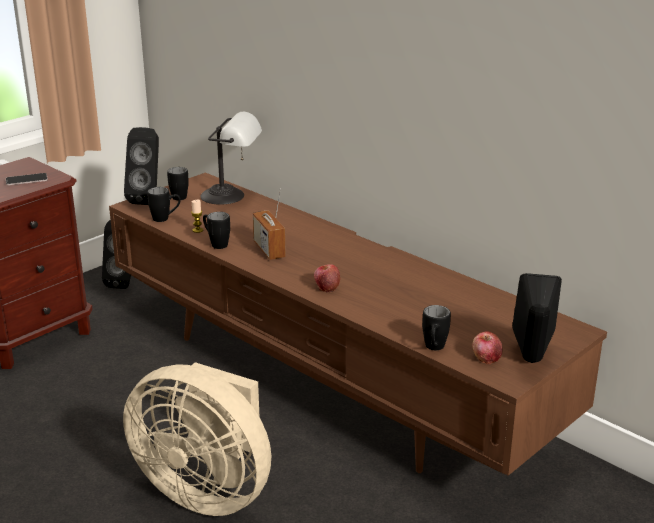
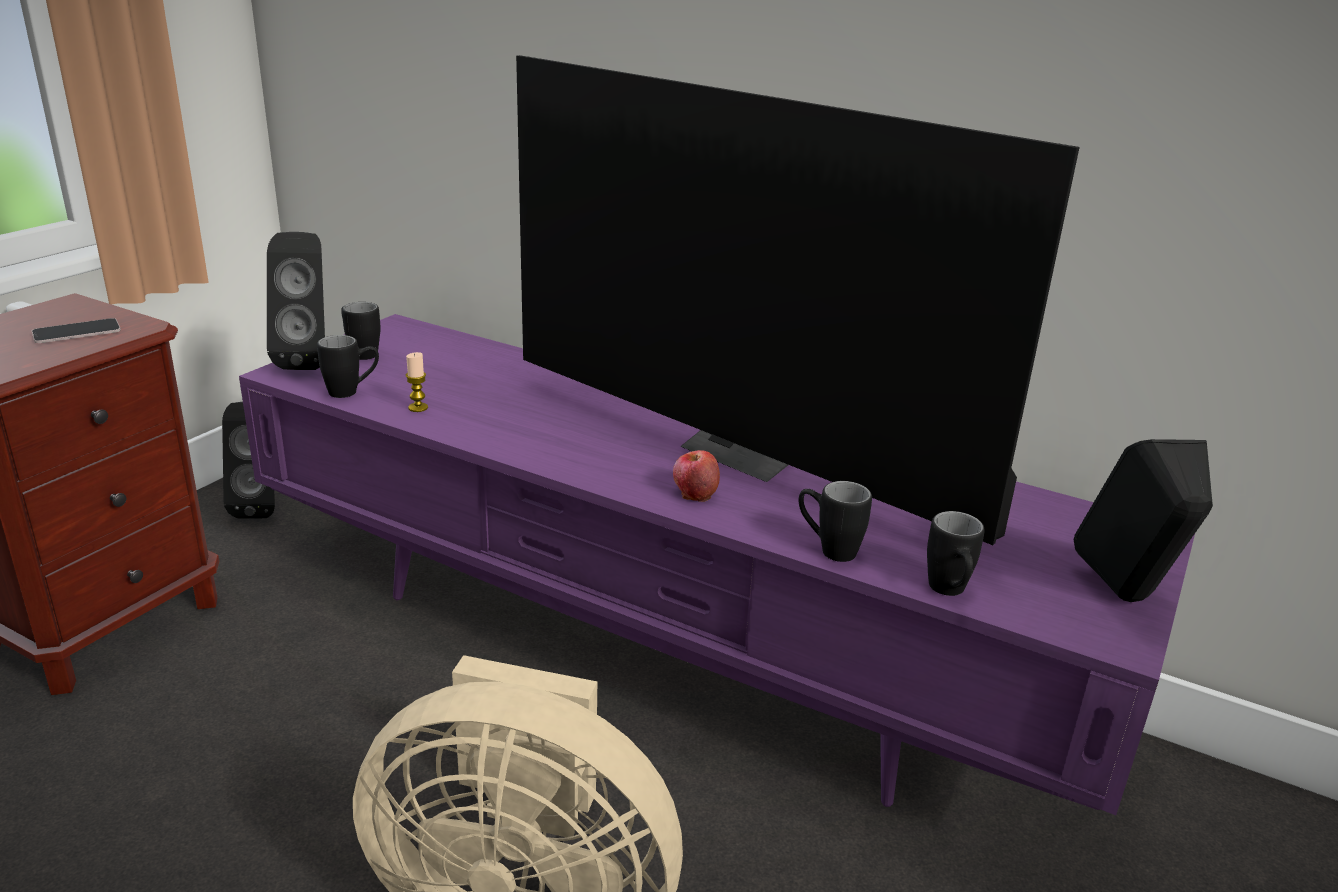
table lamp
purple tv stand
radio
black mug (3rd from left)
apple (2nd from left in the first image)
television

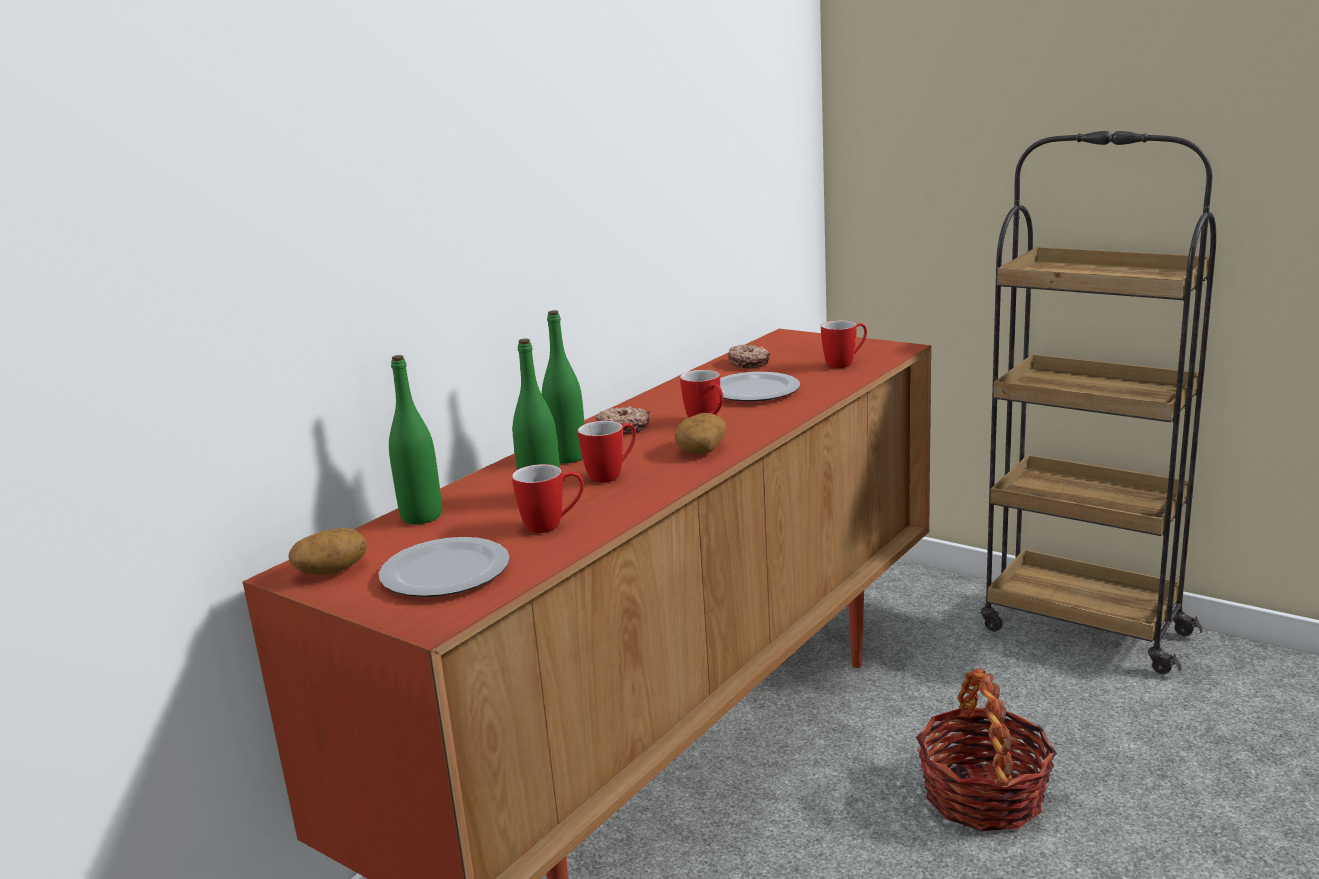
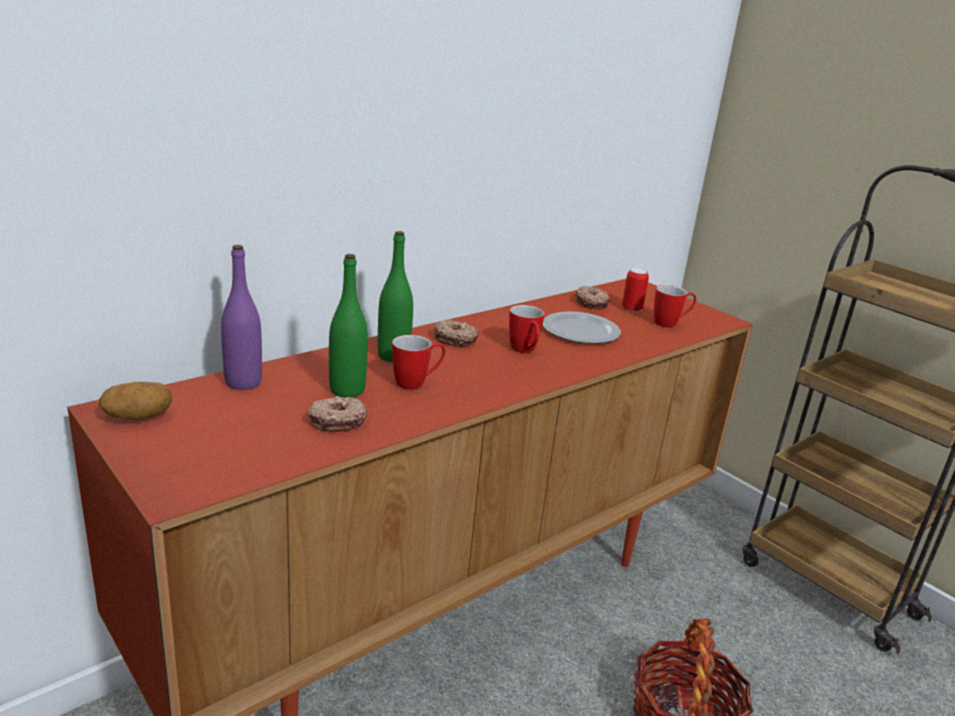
purple bottle
potato (2nd from left in the first image)
donut (1st from left)
plate (1st from left in the first image)
can

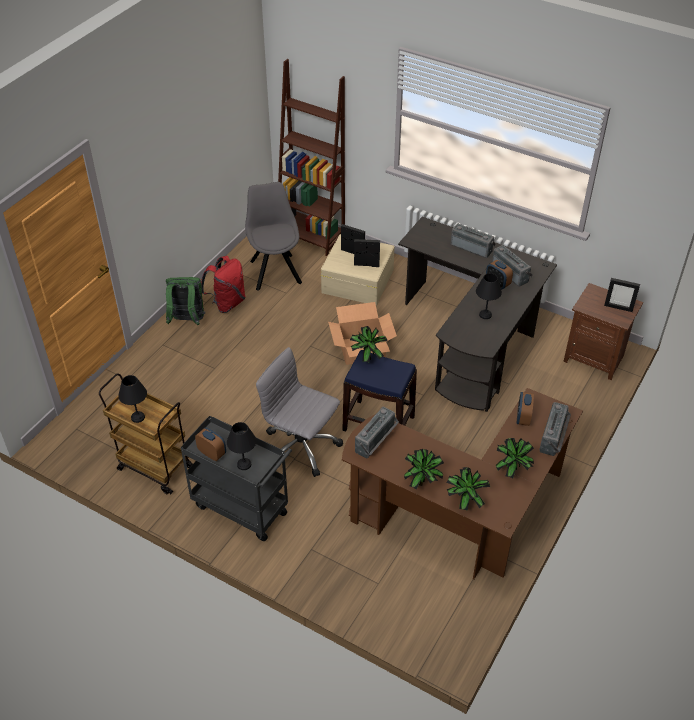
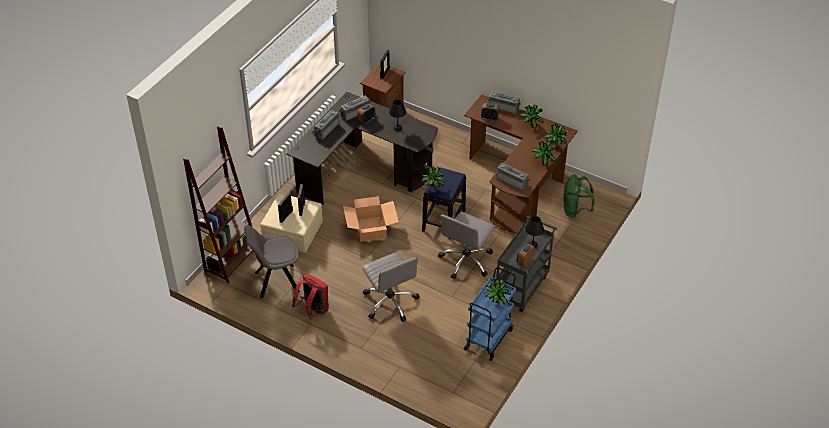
green backpack
blue cart
potted plant (2nd from left)
grey office chair (1st from left)

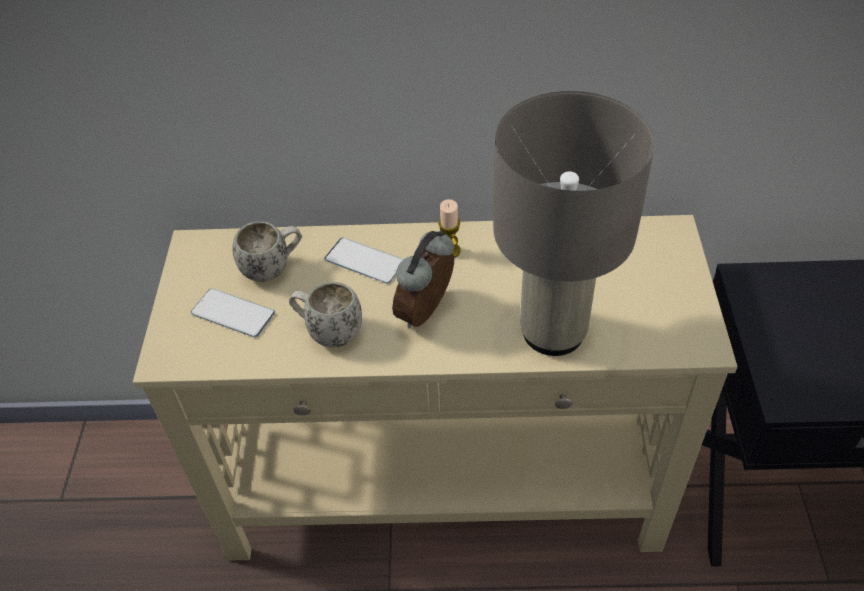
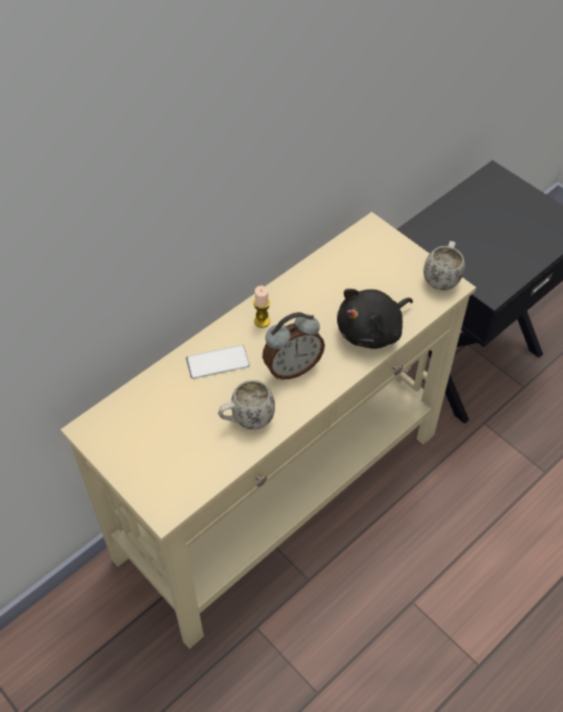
black plush toy
white mug (2nd from left)
alarm clock
phone (1st from left in the first image)

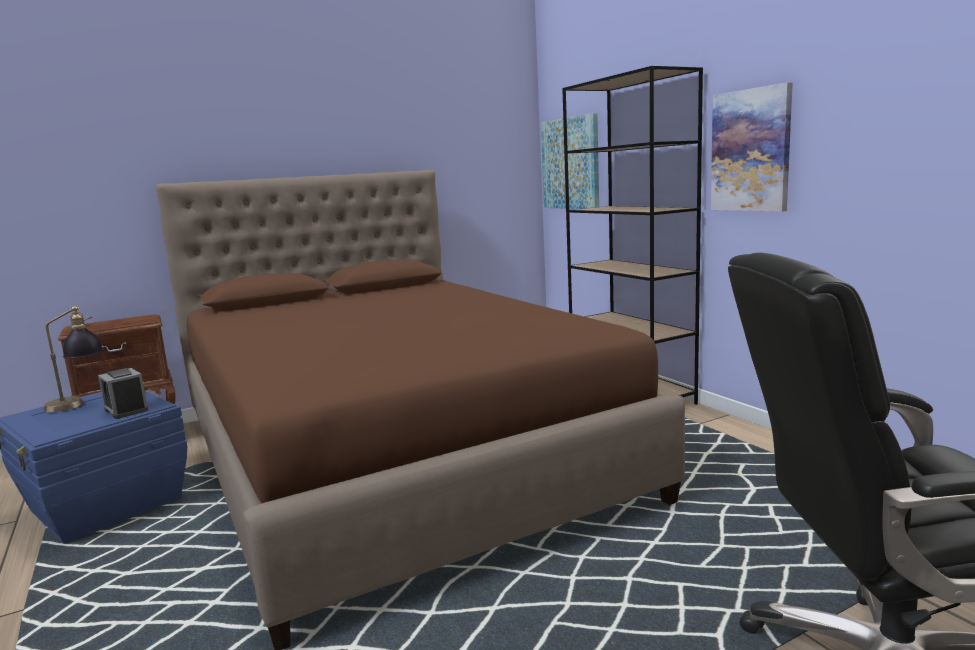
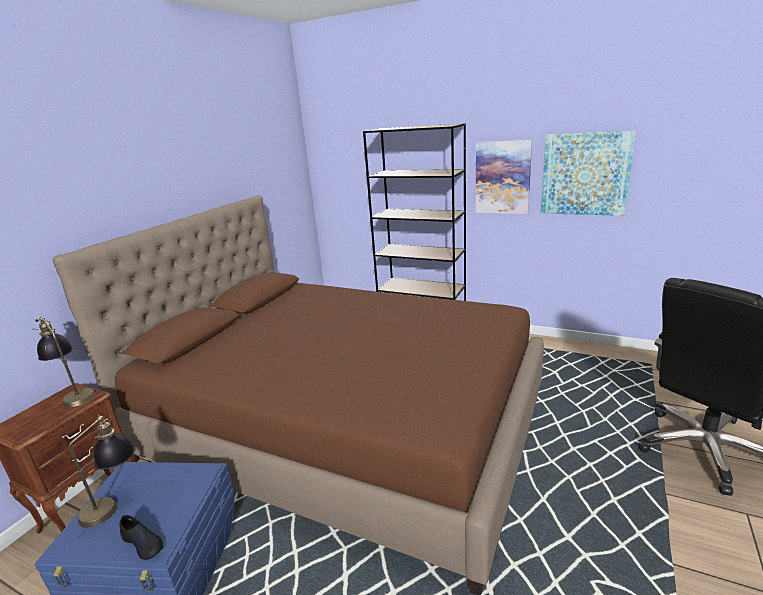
picture (2nd from left)
alarm clock
table lamp (1st from left)
black shoe

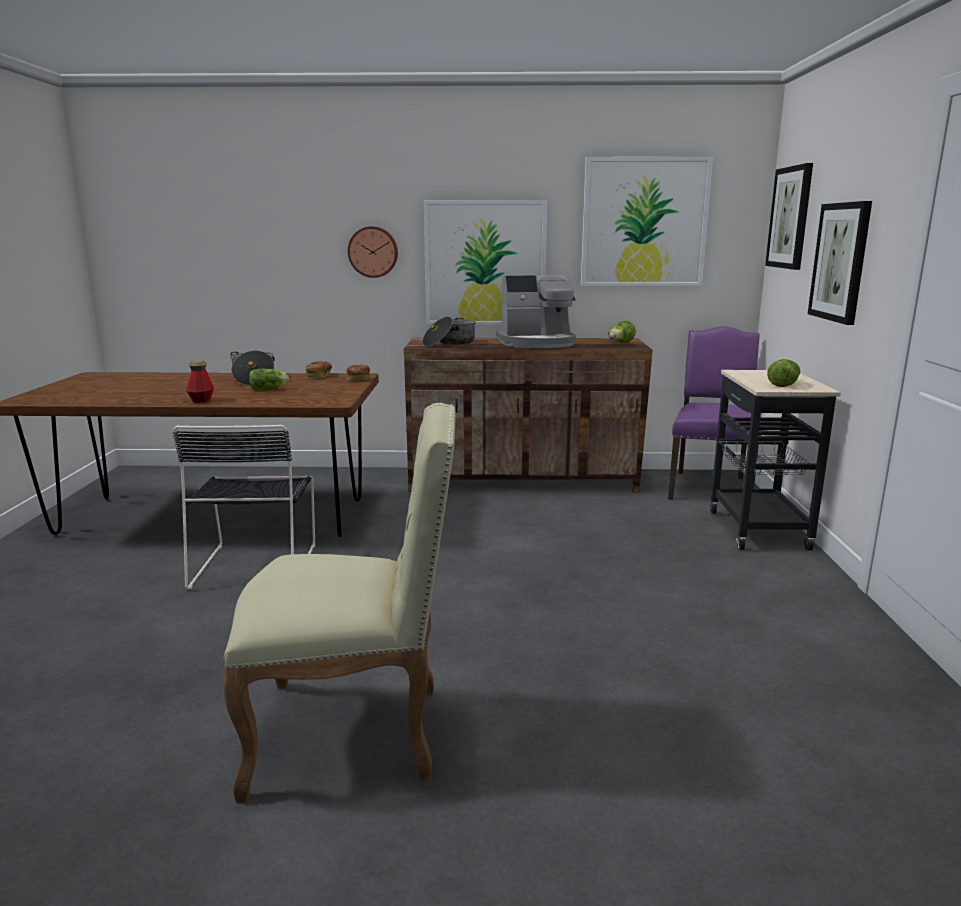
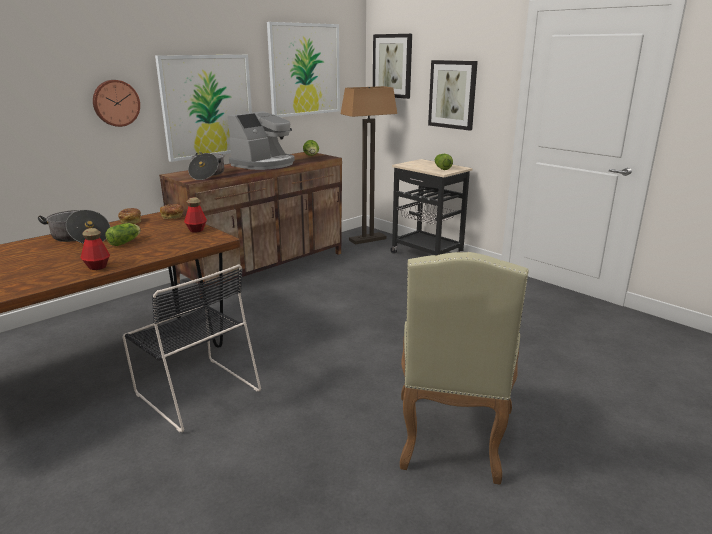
floor lamp
beige chair
bottle (2nd from left)

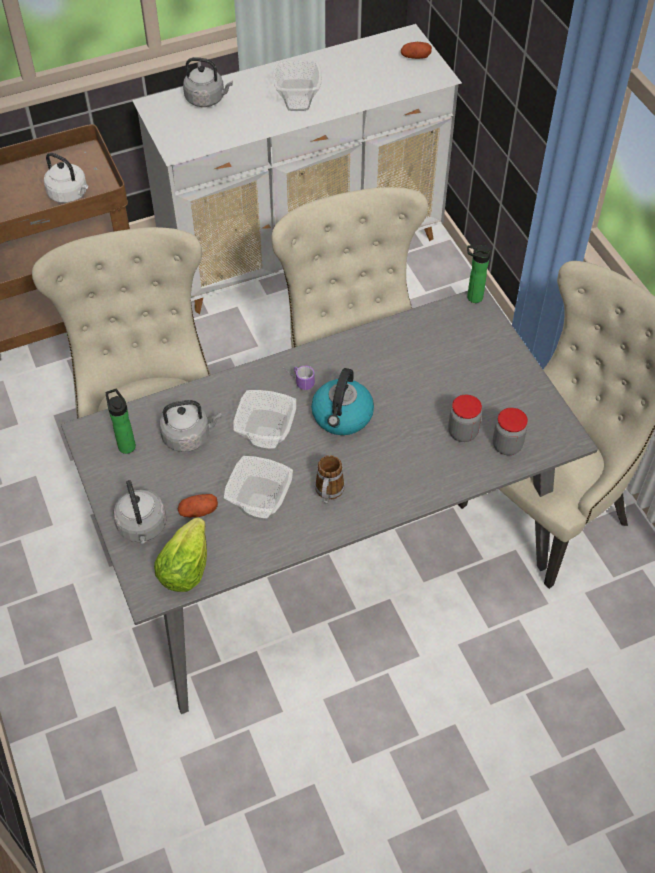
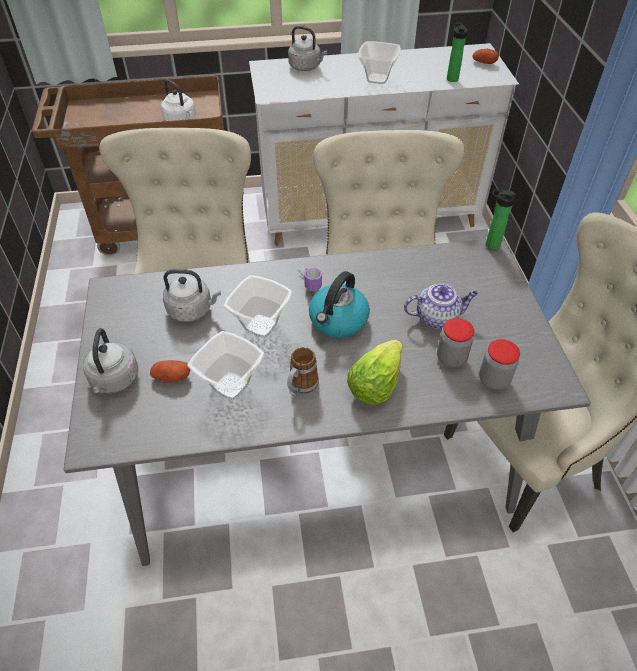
bottle (1st from left)
lettuce
teapot

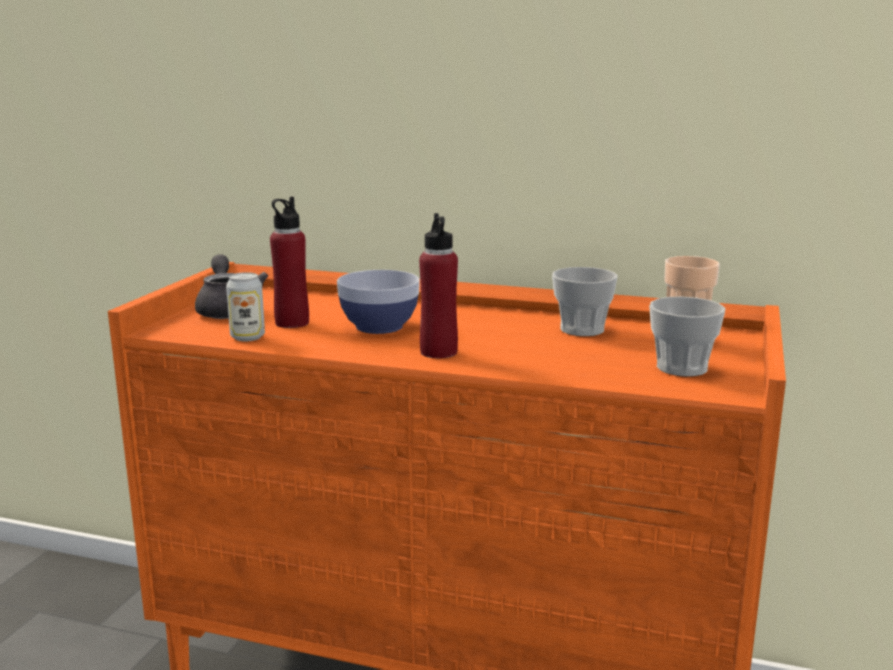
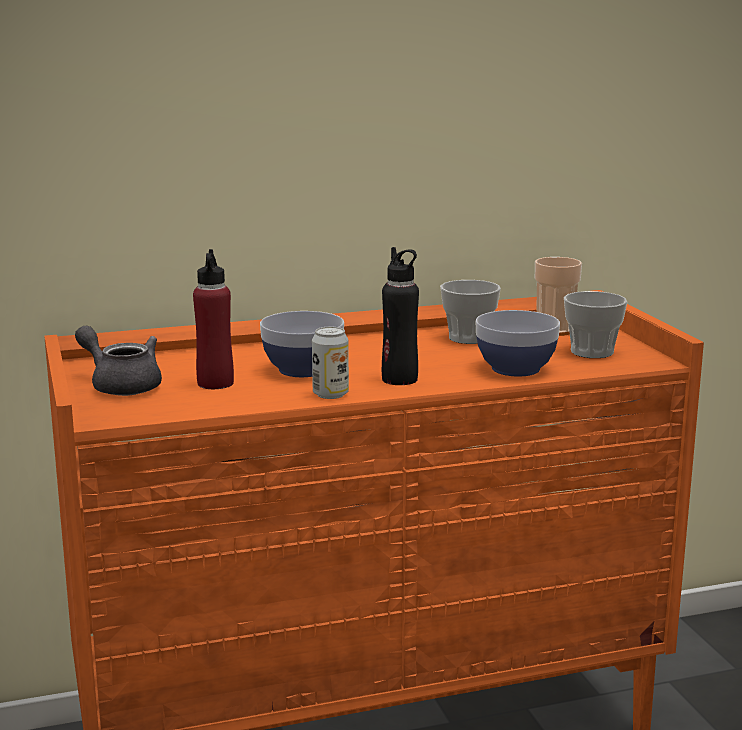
black bottle
can
bowl (2nd from left)

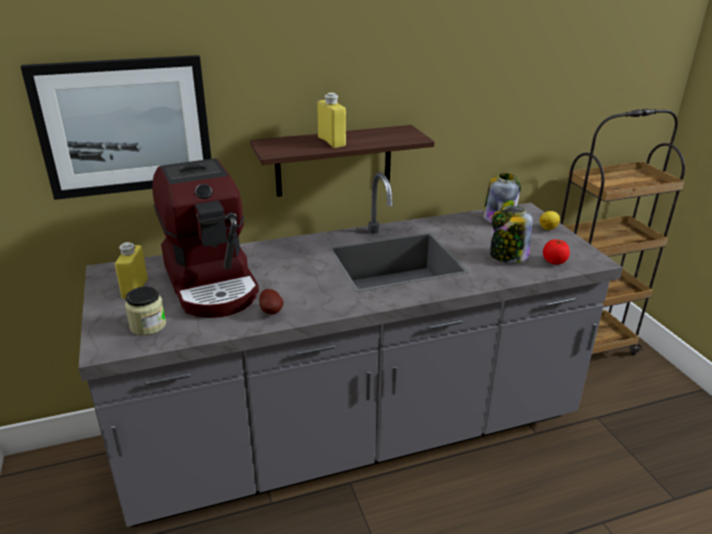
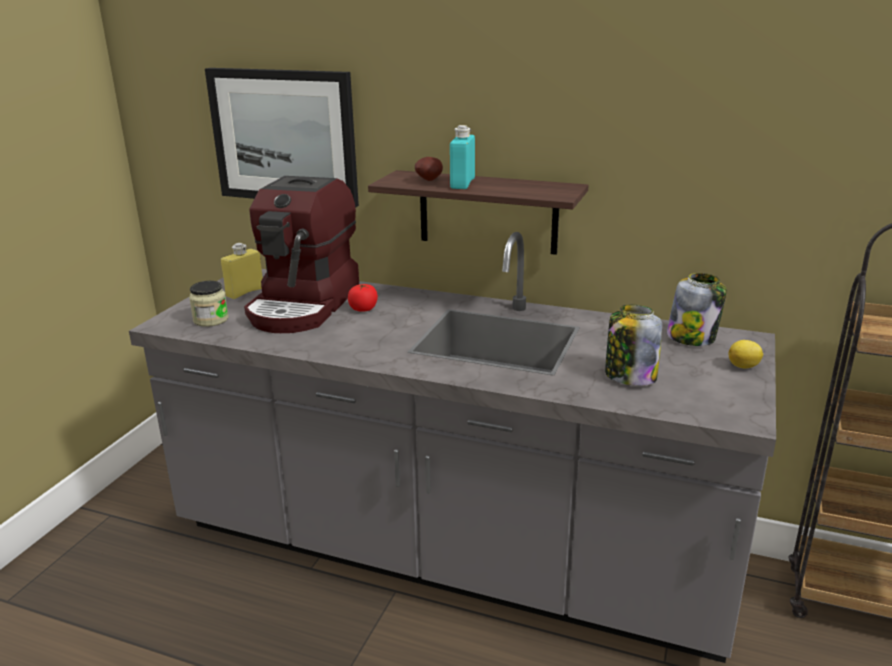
turquoise bottle
tomato
potato

